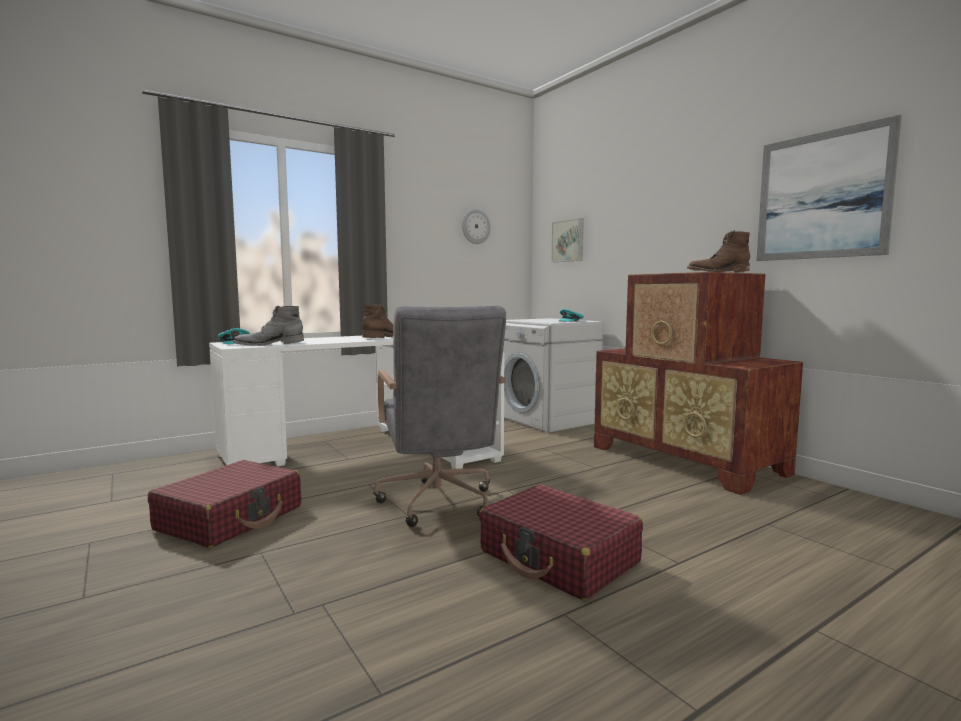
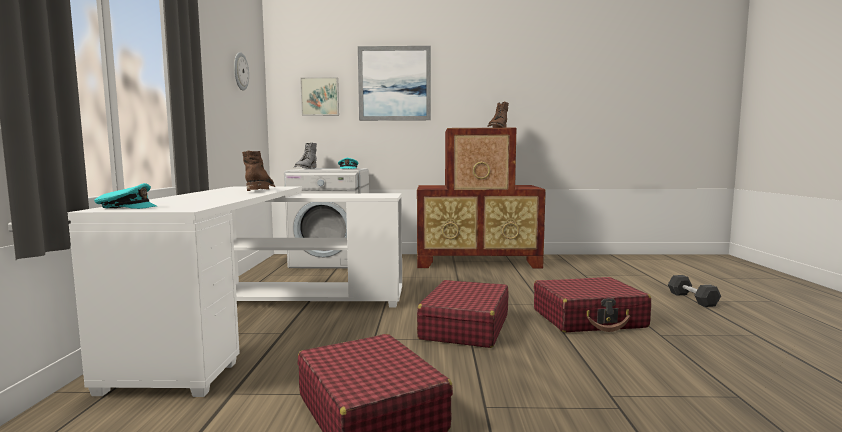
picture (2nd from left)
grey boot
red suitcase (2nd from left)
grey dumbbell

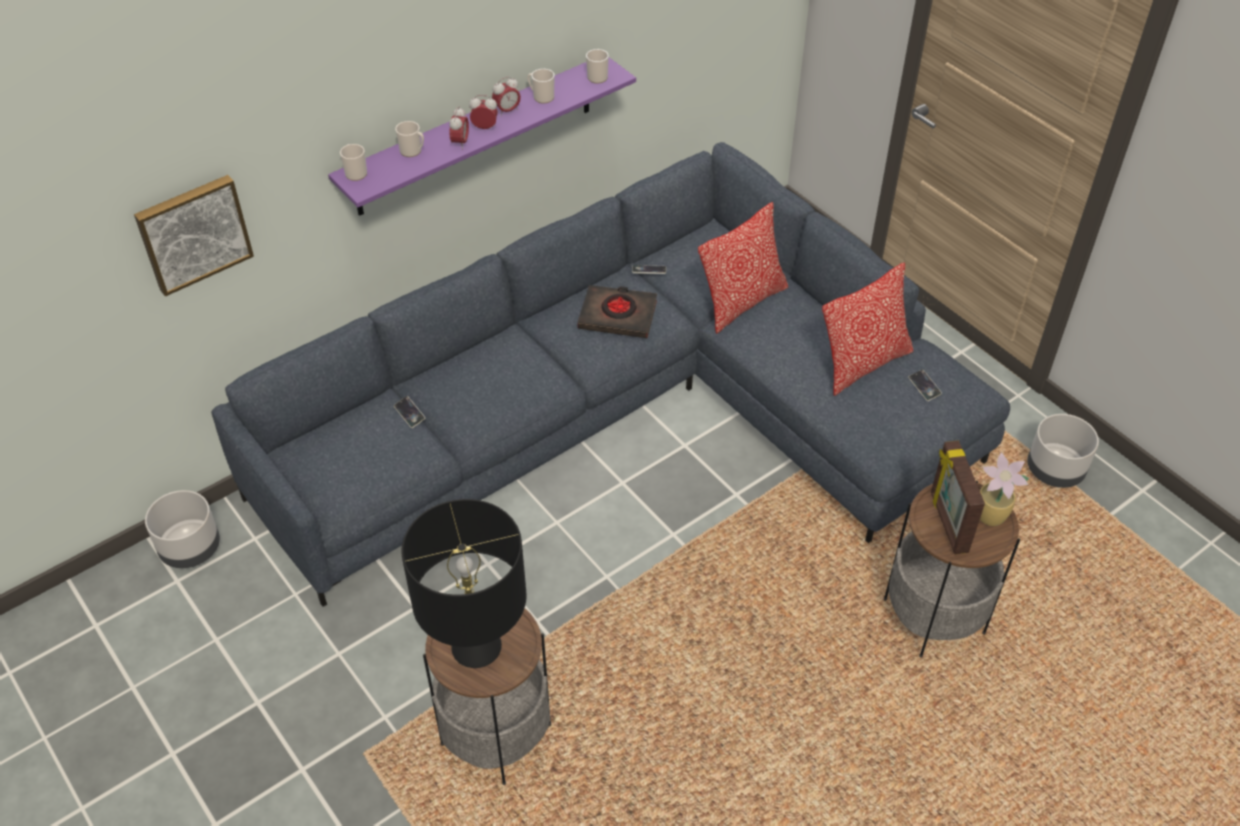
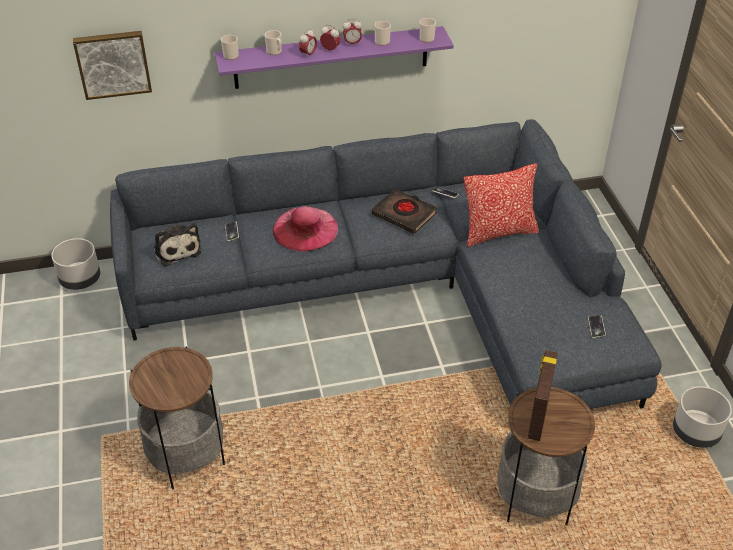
pillow (2nd from left in the first image)
potted plant
black table lamp
pink hat
plush toy

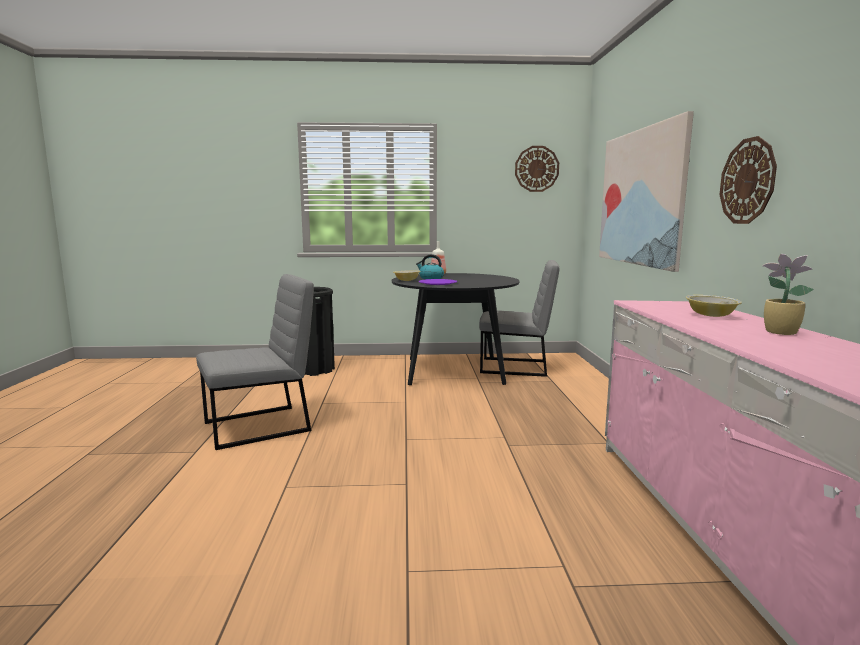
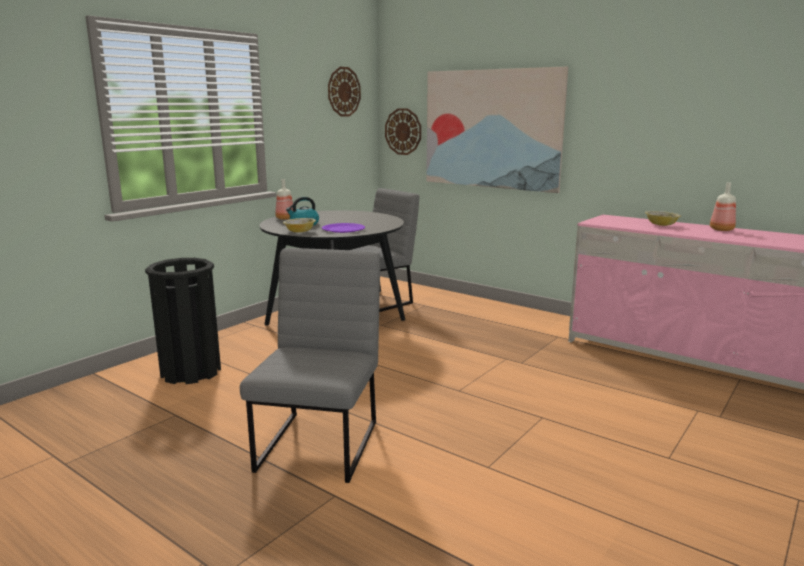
wall clock (2nd from left)
bottle (2nd from left)

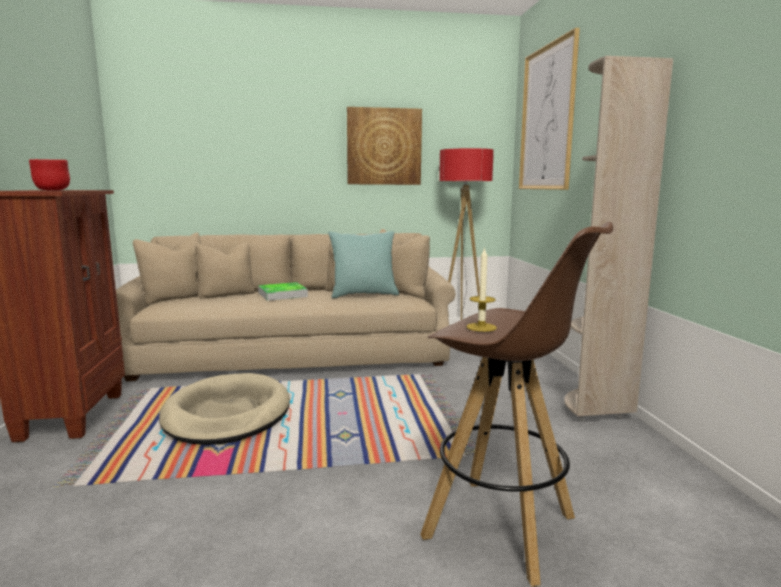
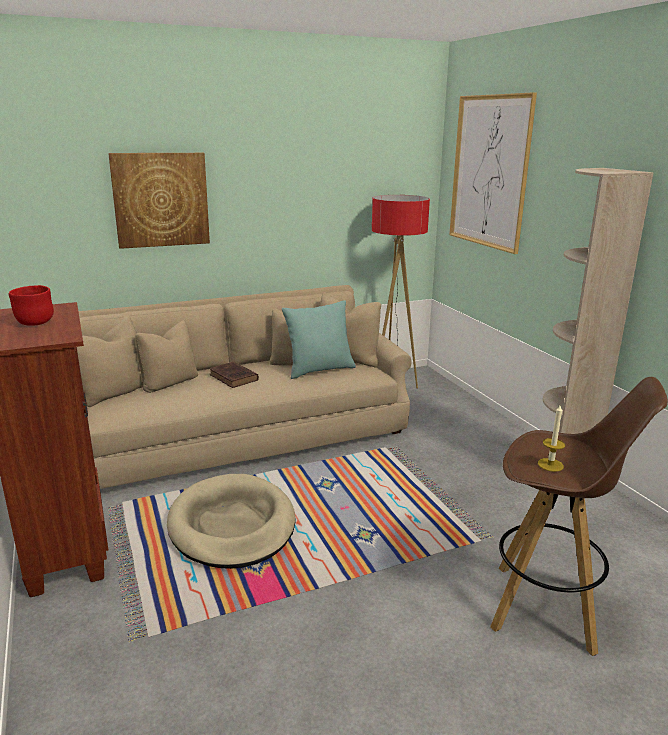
picture (1st from left)
brown book

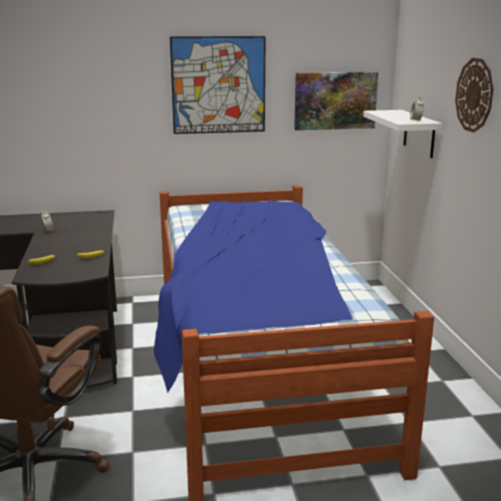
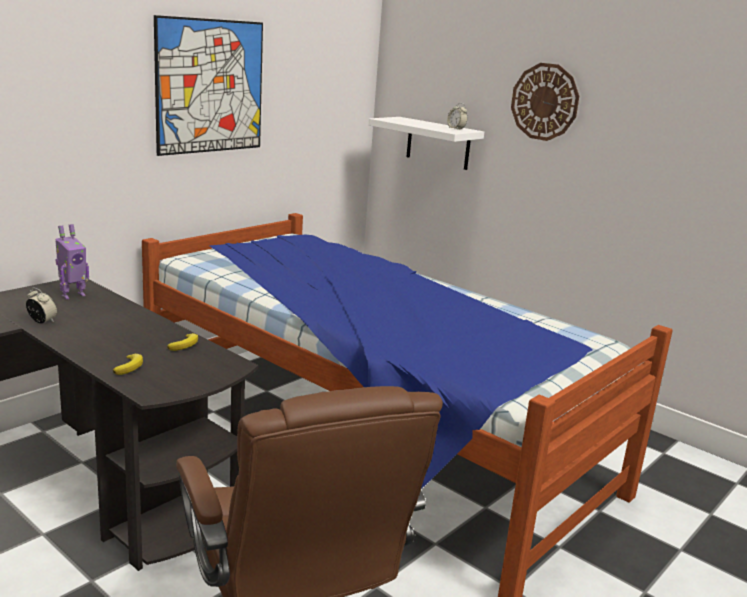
picture (2nd from left in the first image)
toy robot

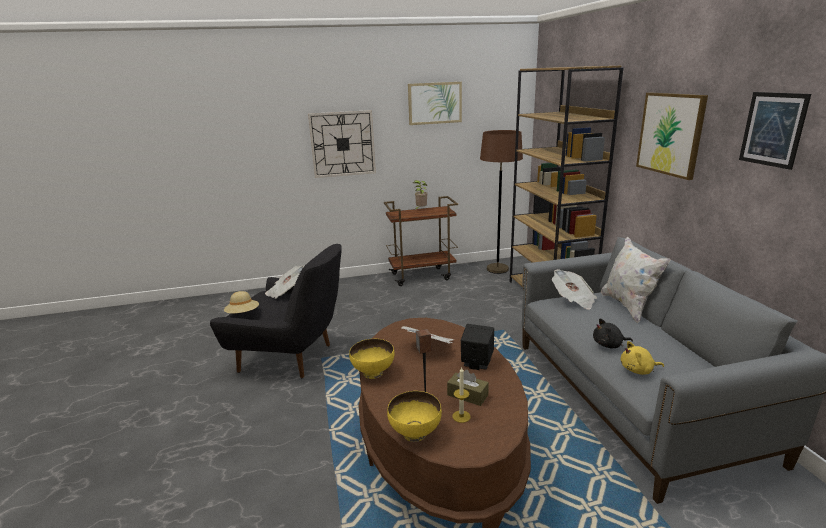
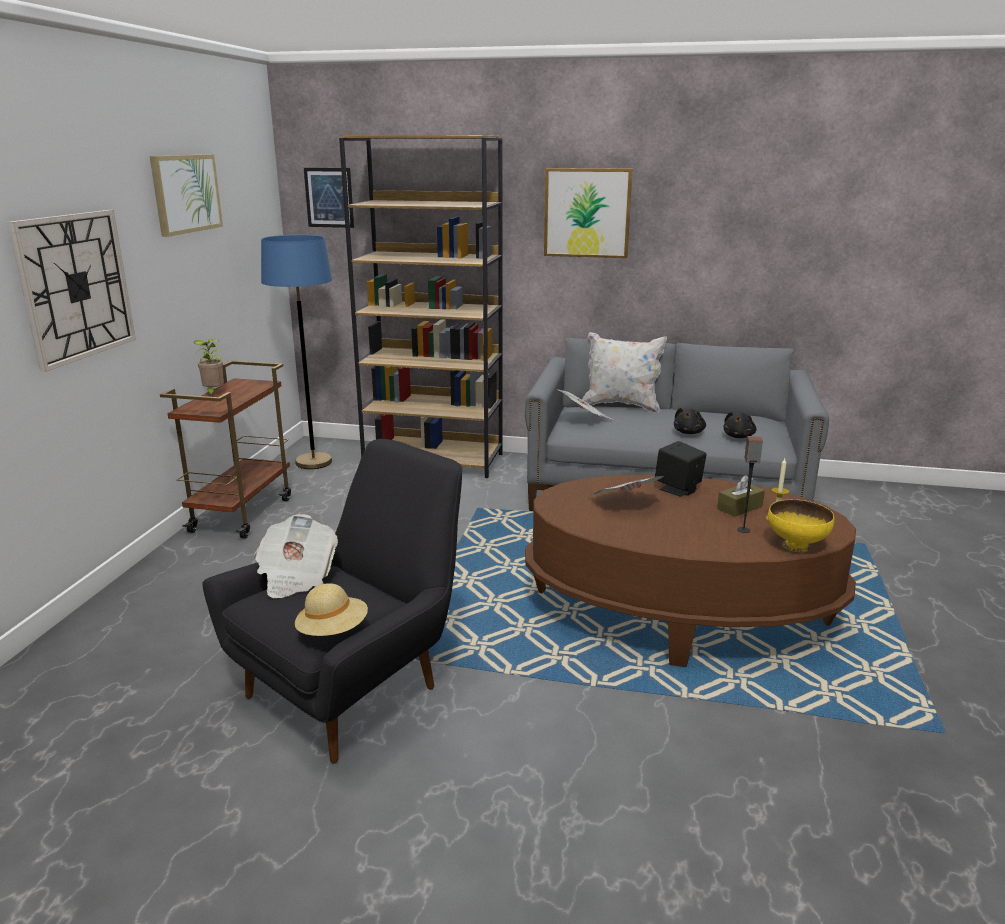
picture (2nd from left)
blue floor lamp
yellow bowl (1st from left in the first image)
black plush toy (2nd from left)

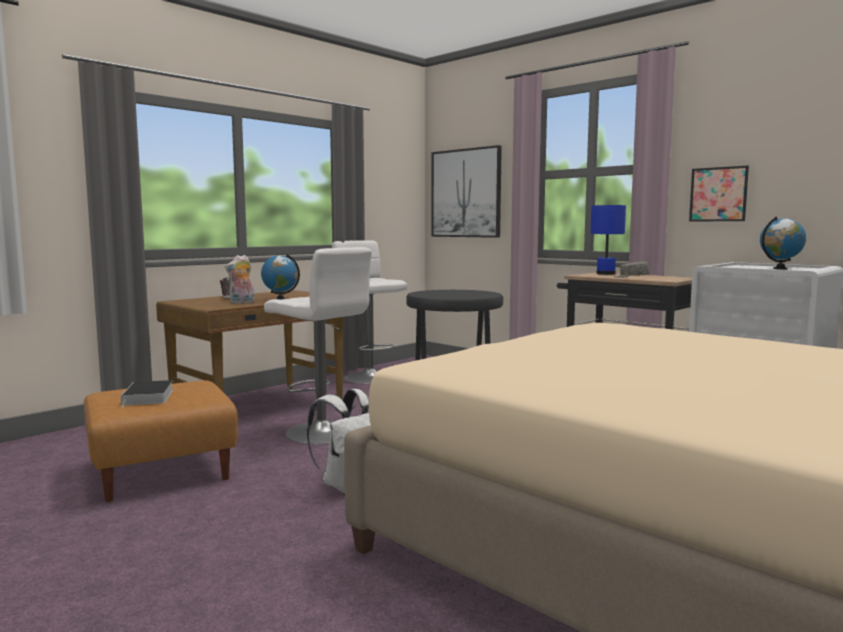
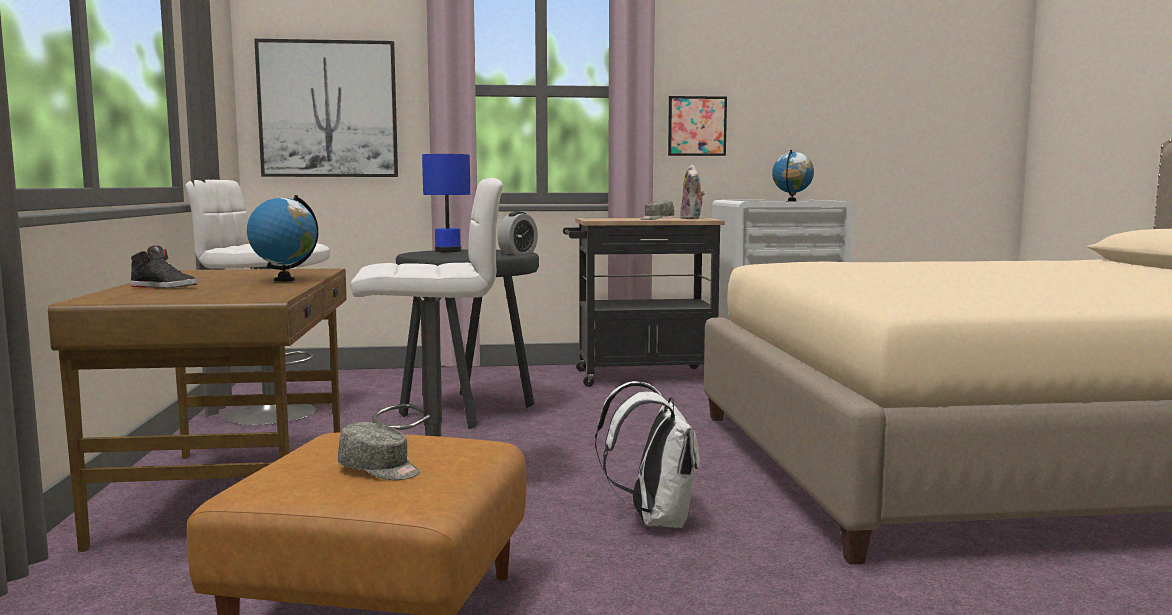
blue table lamp
plush toy
grey cap (1st from left)
alarm clock

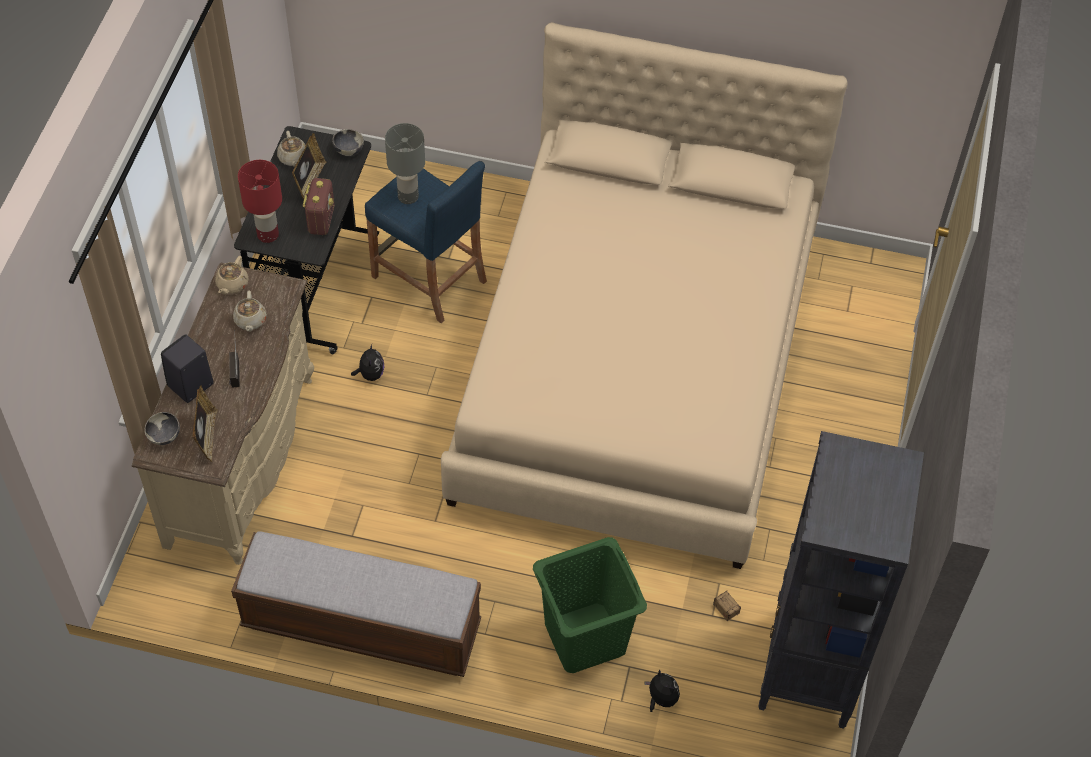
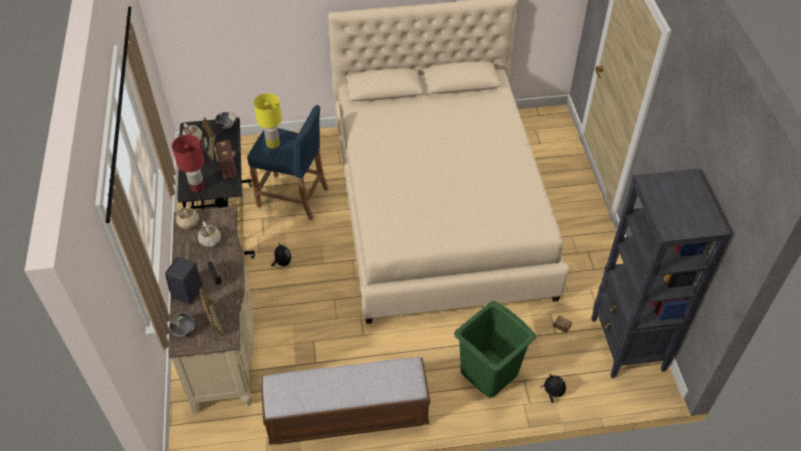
yellow table lamp

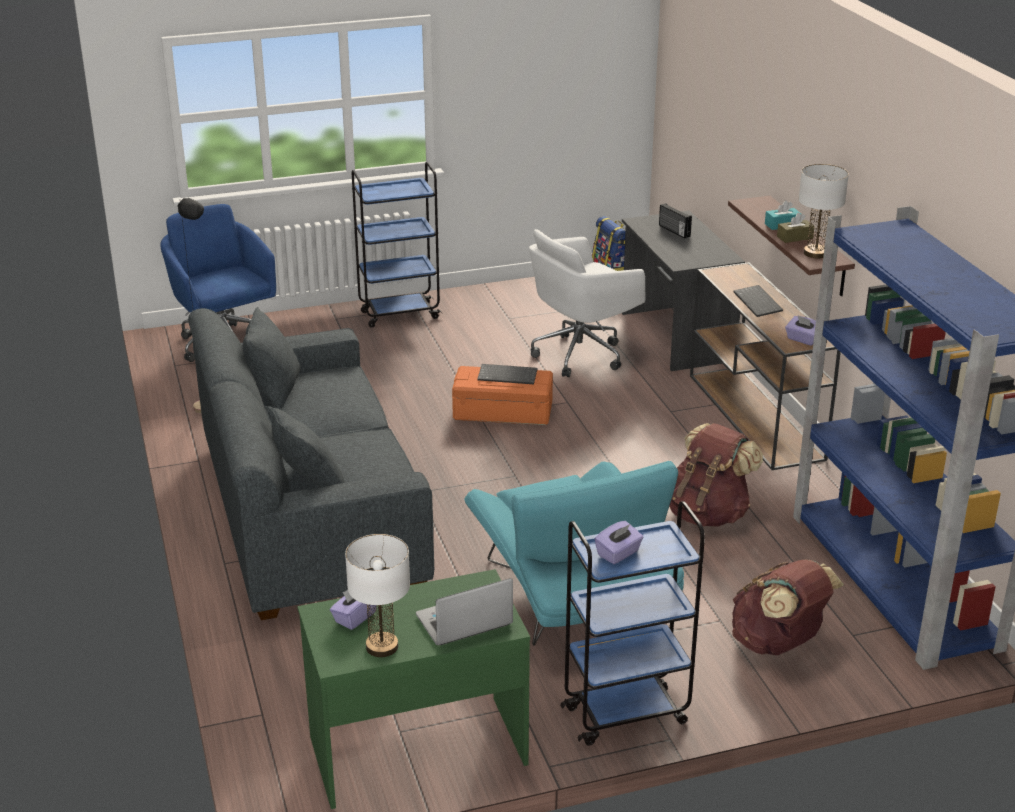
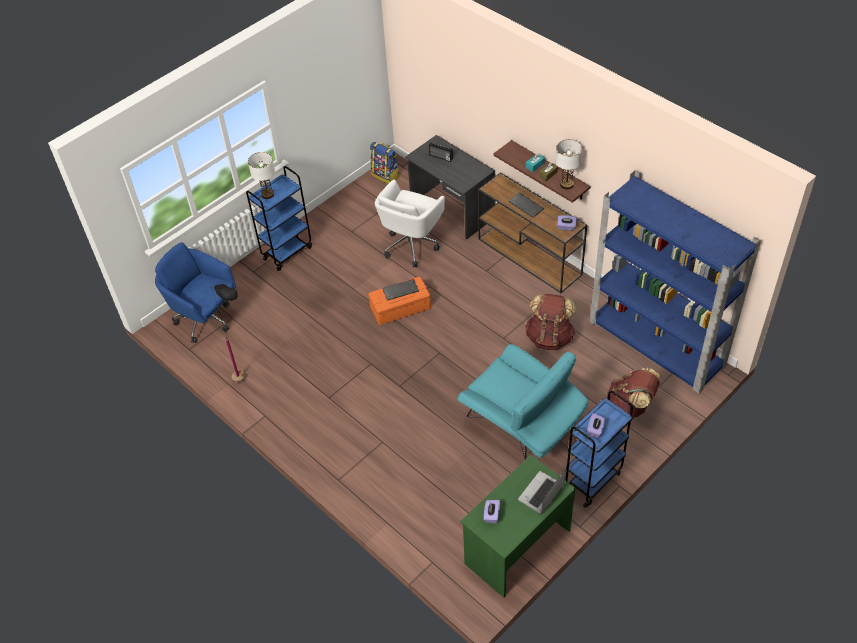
grey sofa
table lamp (1st from left)

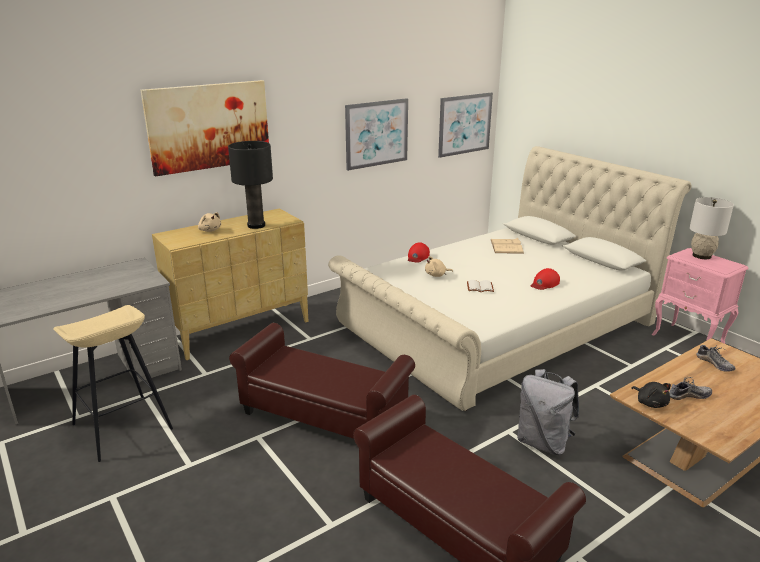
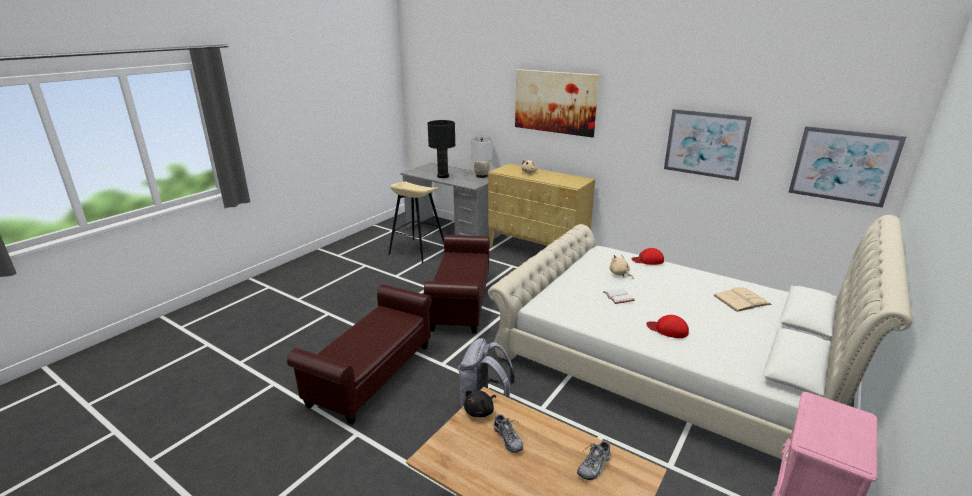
black table lamp
white table lamp

